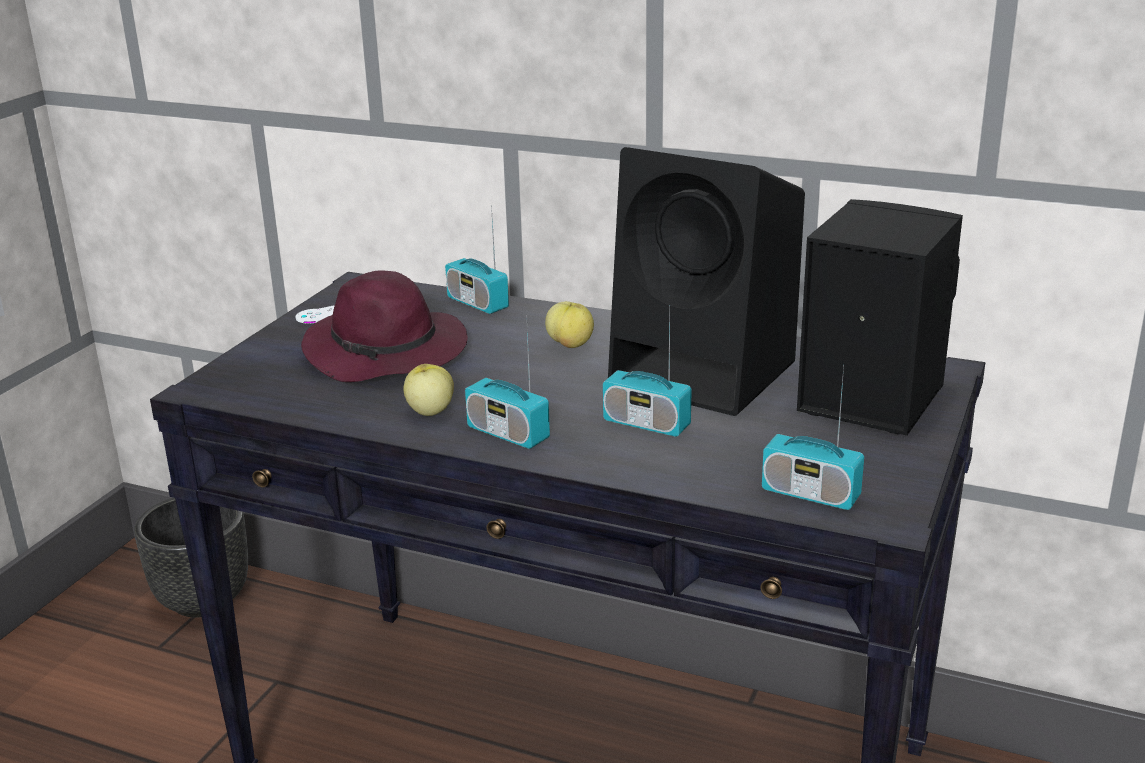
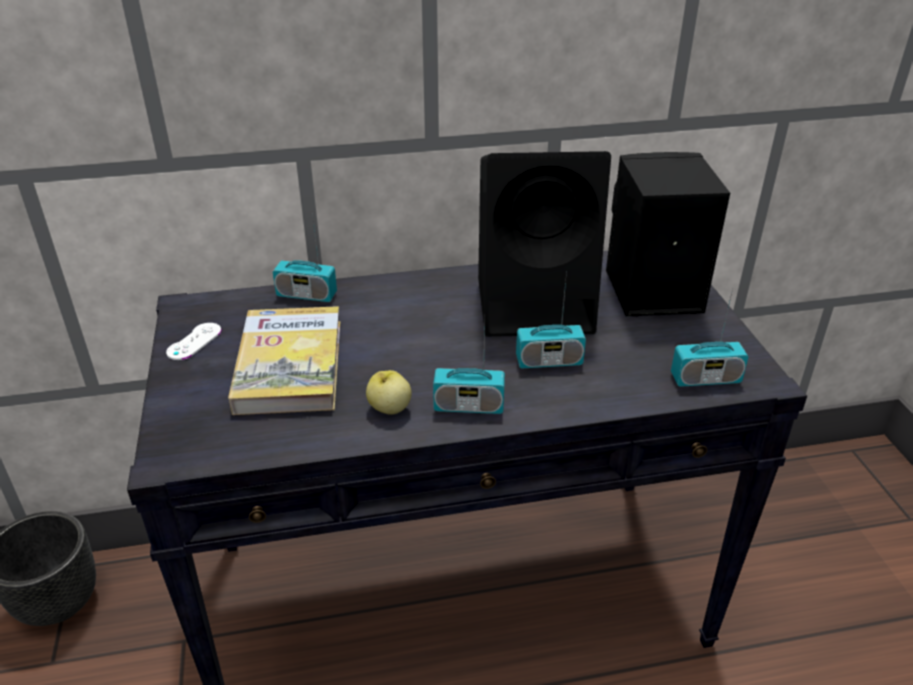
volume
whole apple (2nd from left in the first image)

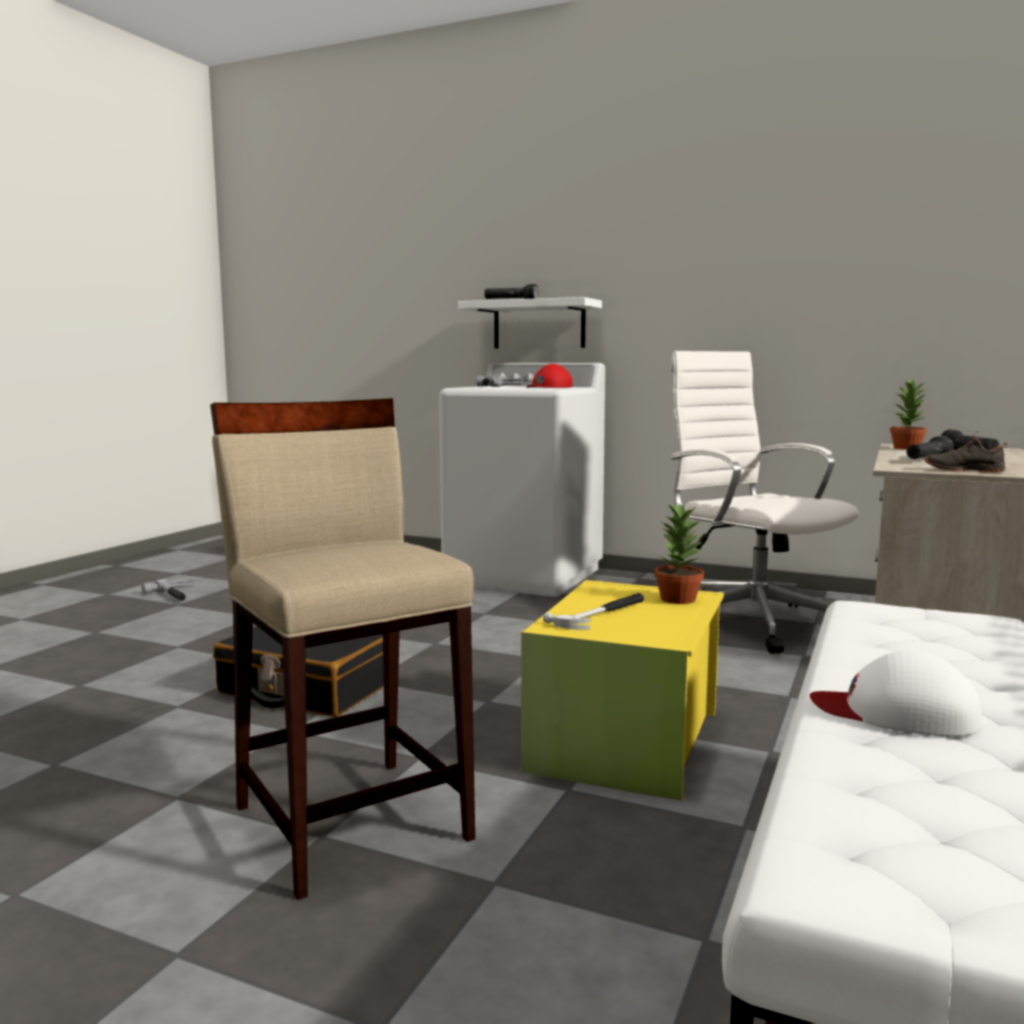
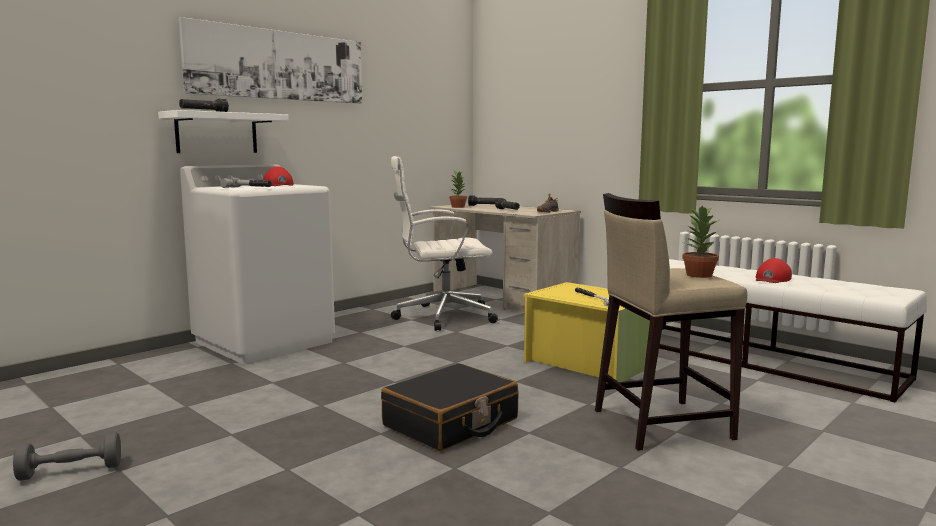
greyish hand weight
potted plant (2nd from left)
red peaked cap (2nd from left)
picture

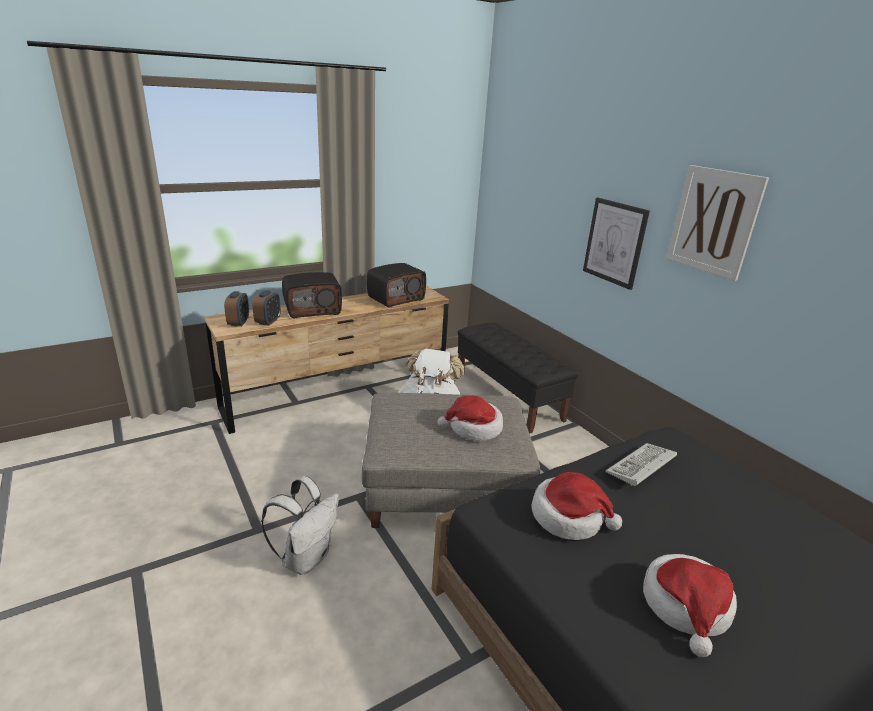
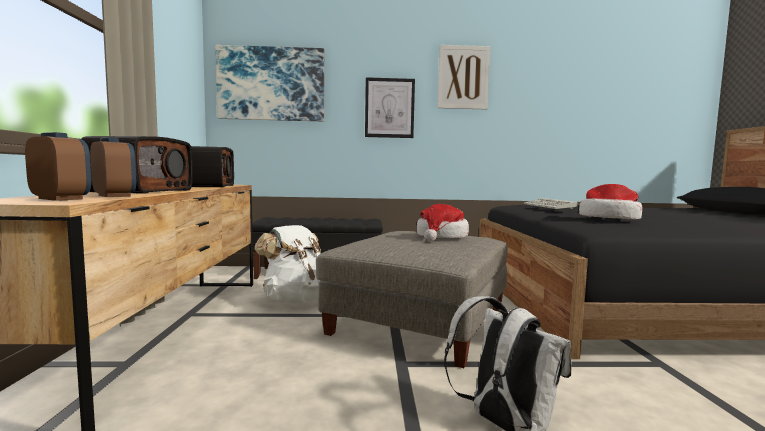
wearable hat (3rd from left in the first image)
picture (1st from left)

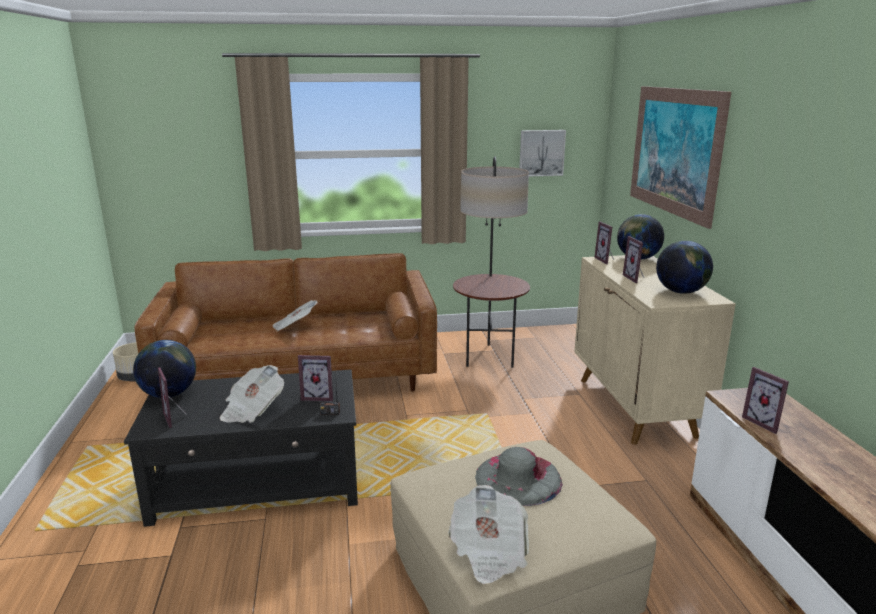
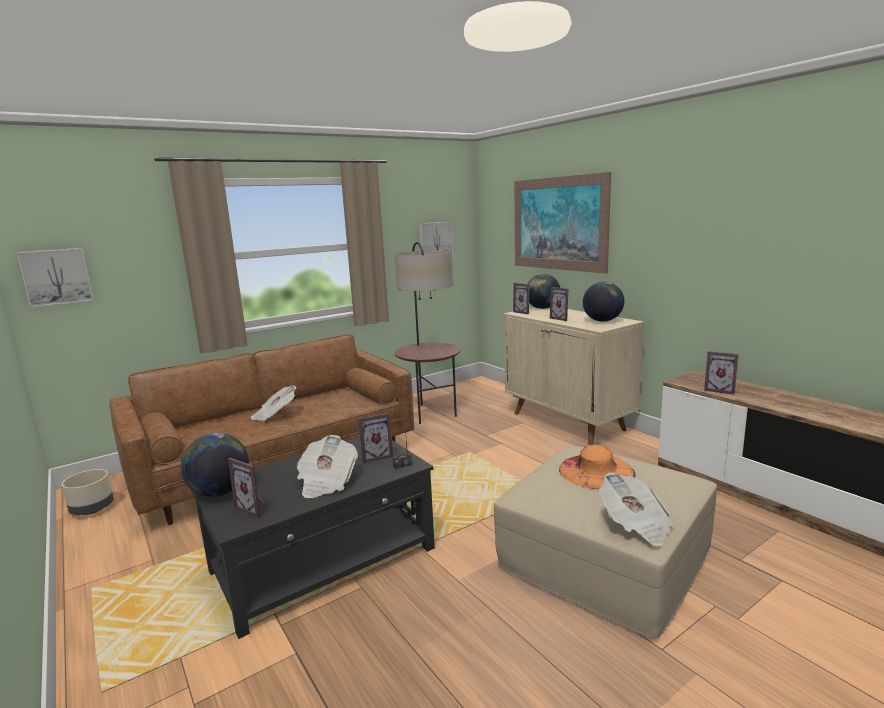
orange wearable hat
picture (1st from left)

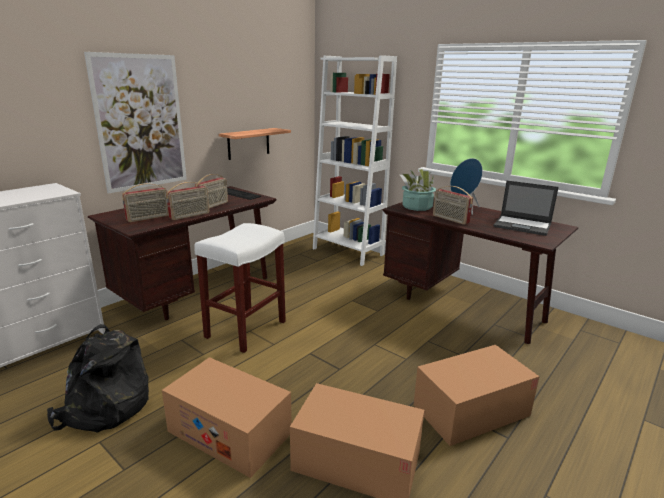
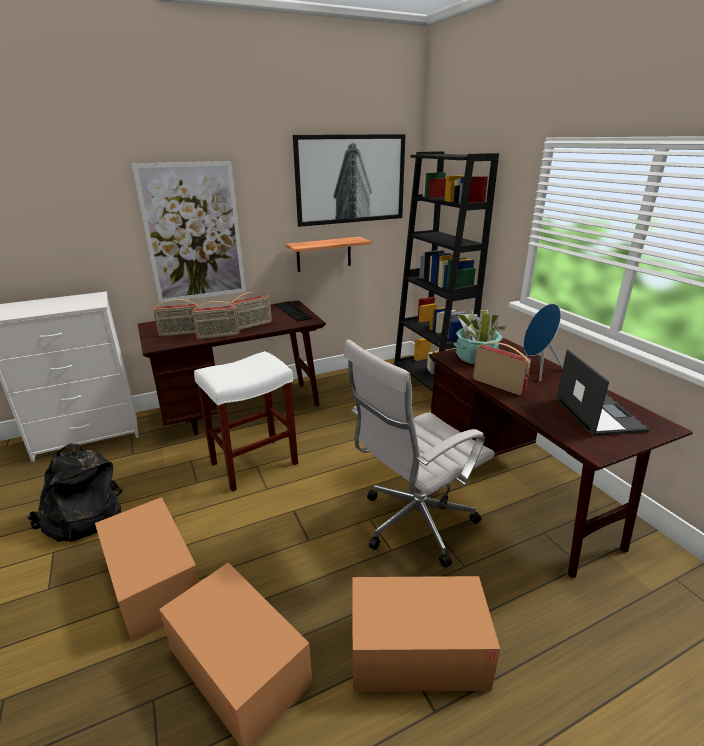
black bookcase
radio (4th from left)
notebook computer
picture (2nd from left)
white desk chair

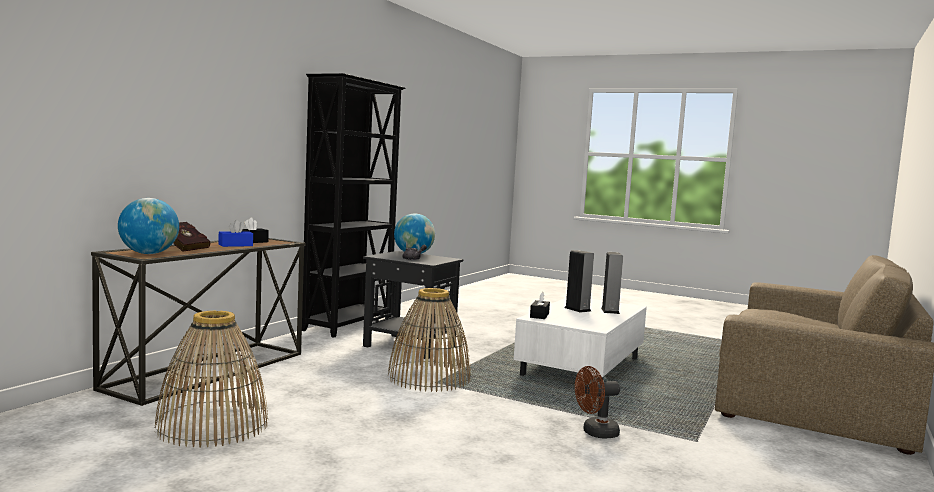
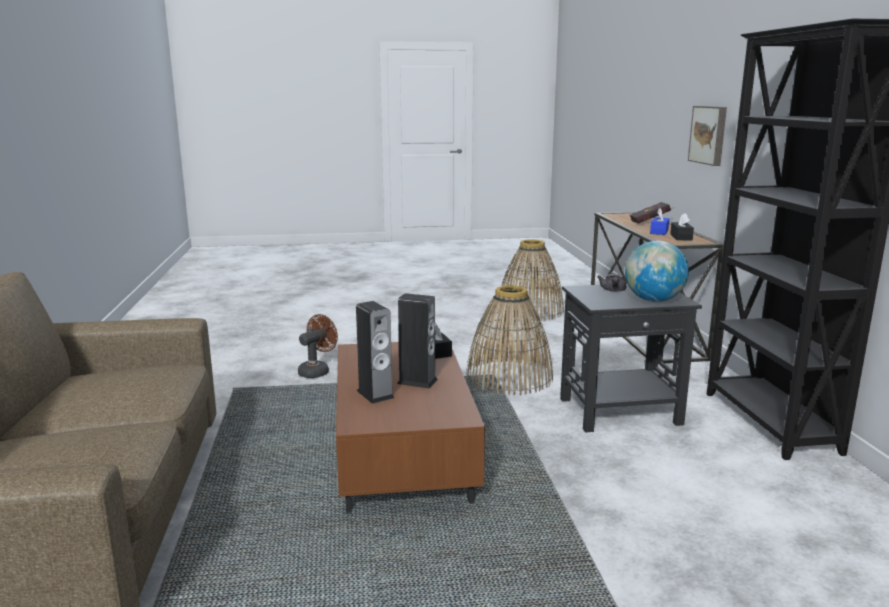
world globe (1st from left in the first image)
brown low table
picture

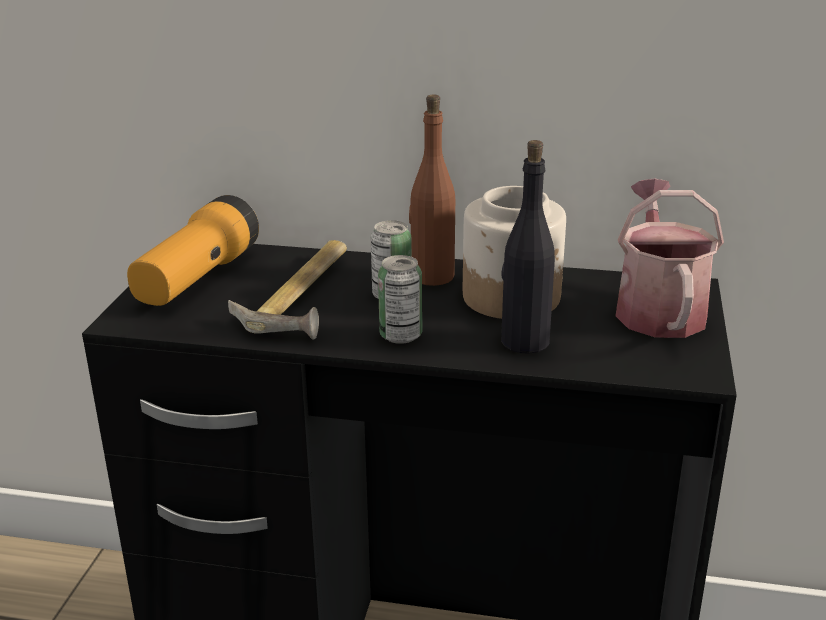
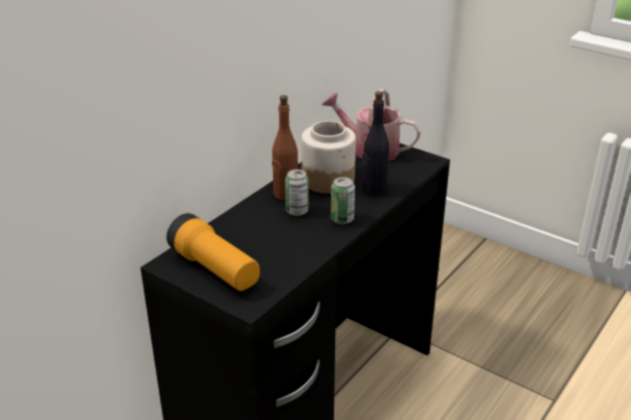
hammer

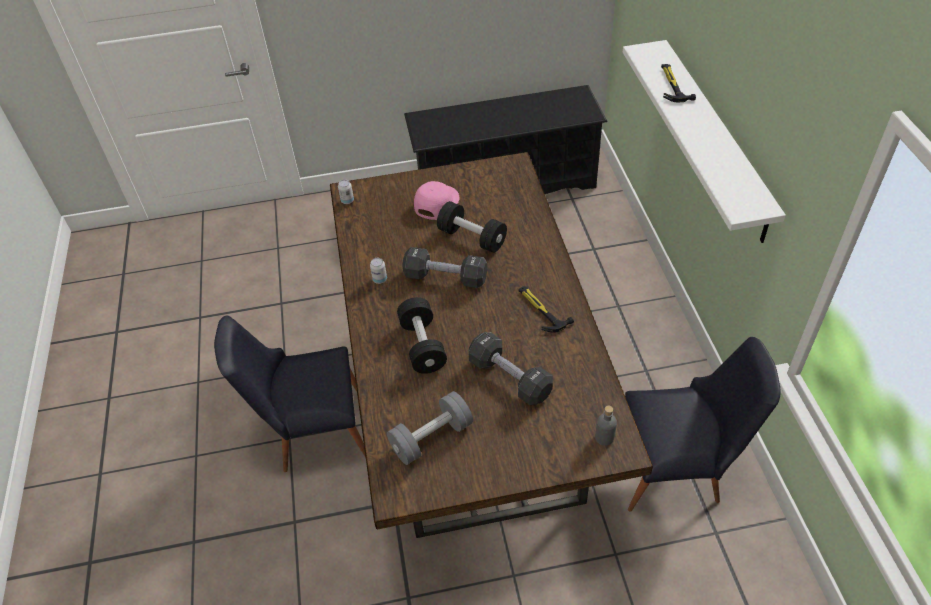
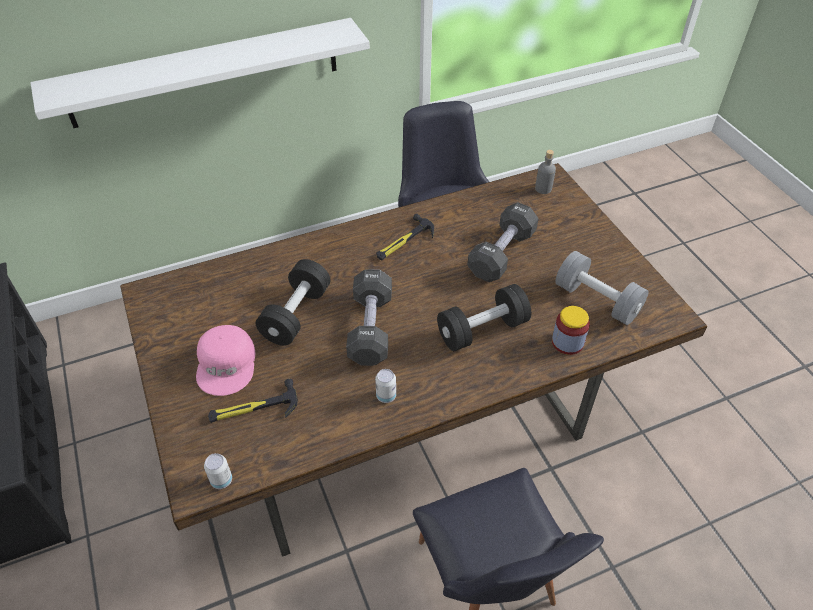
pink peaked cap
hammer (1st from left)
preserve jar

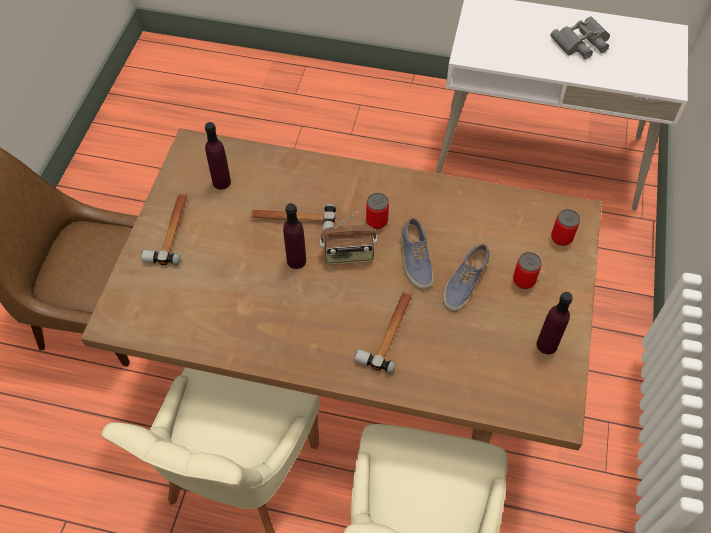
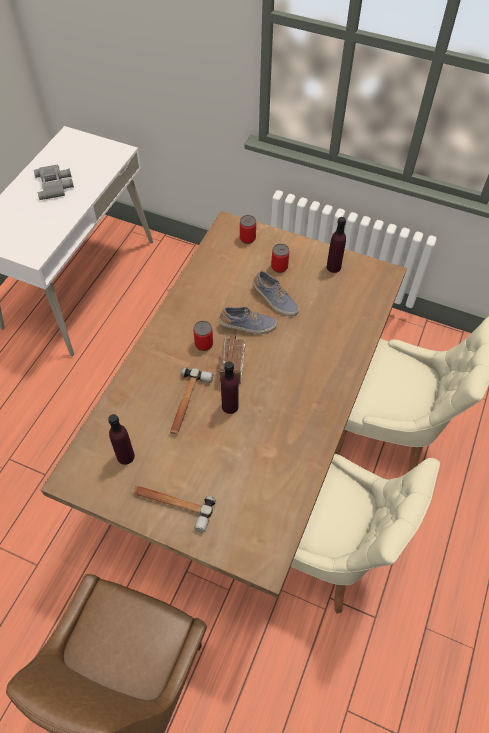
hammer (3rd from left in the first image)

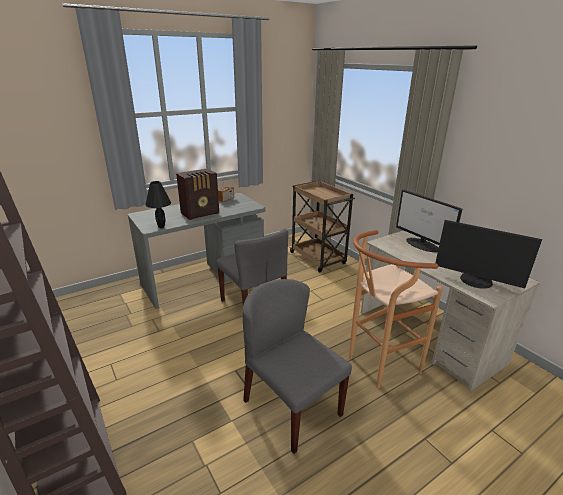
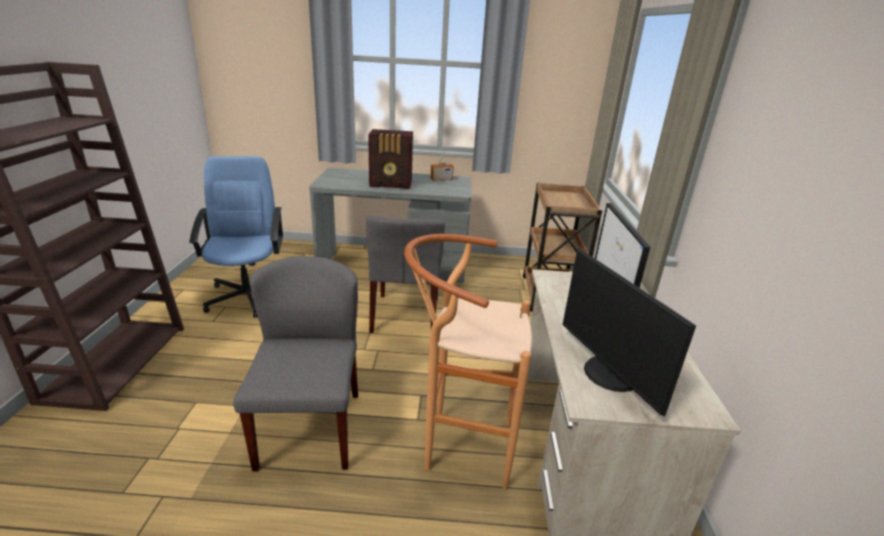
black lamp for a table
bluish desk chair

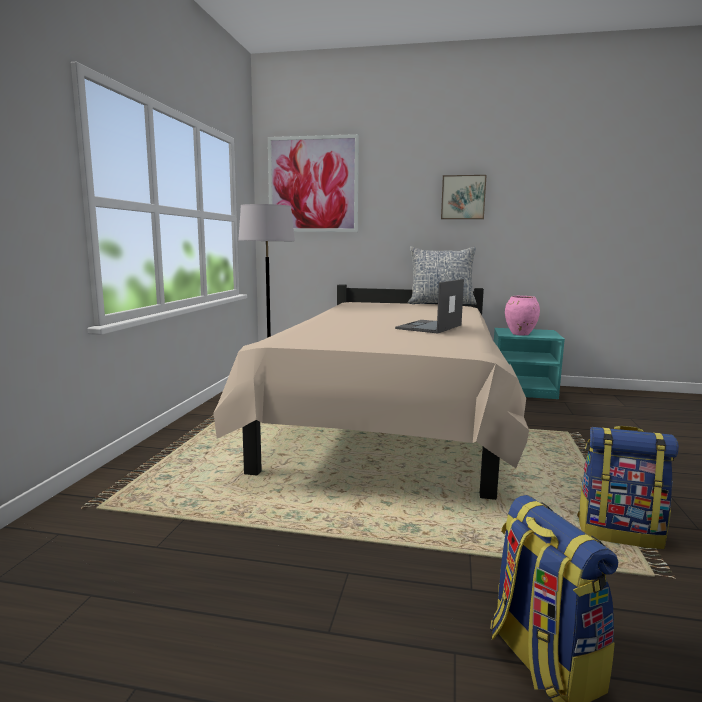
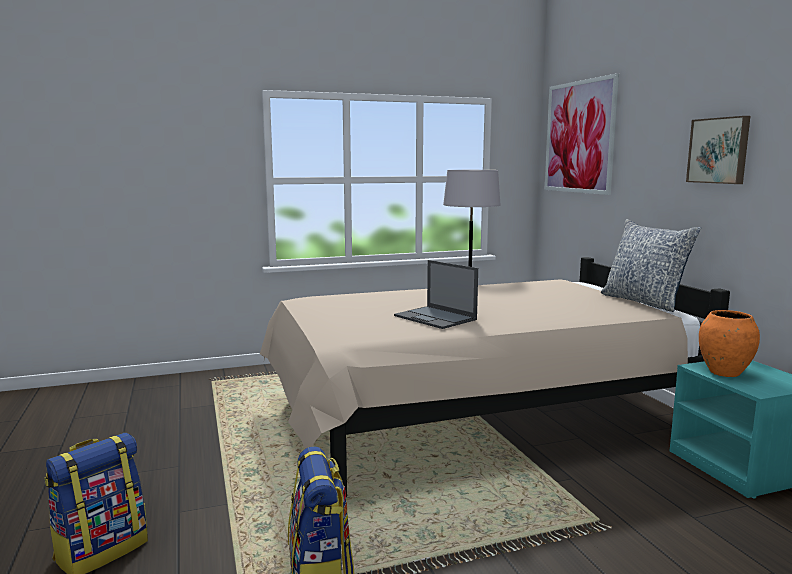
notebook computer
orange decorative vase

